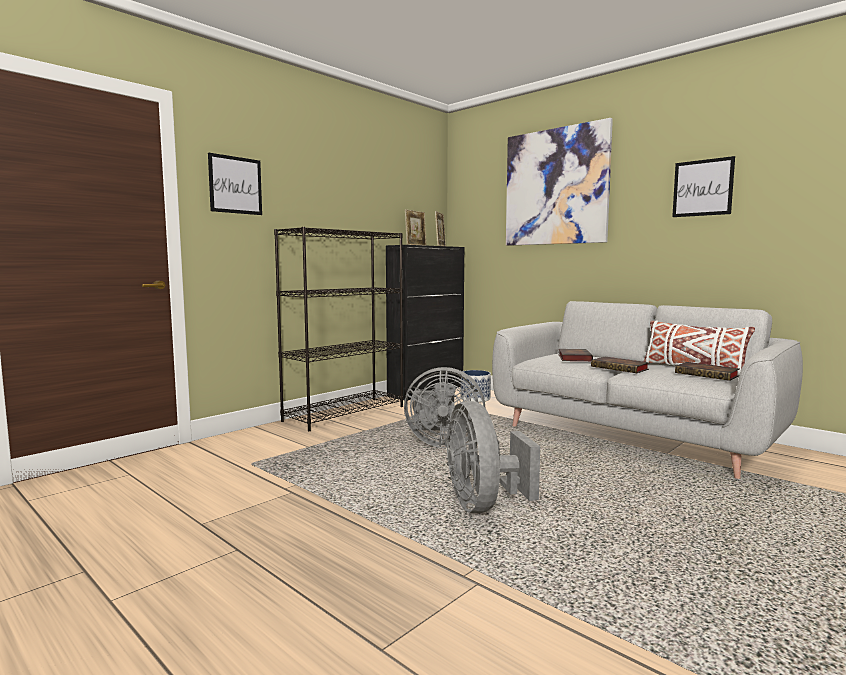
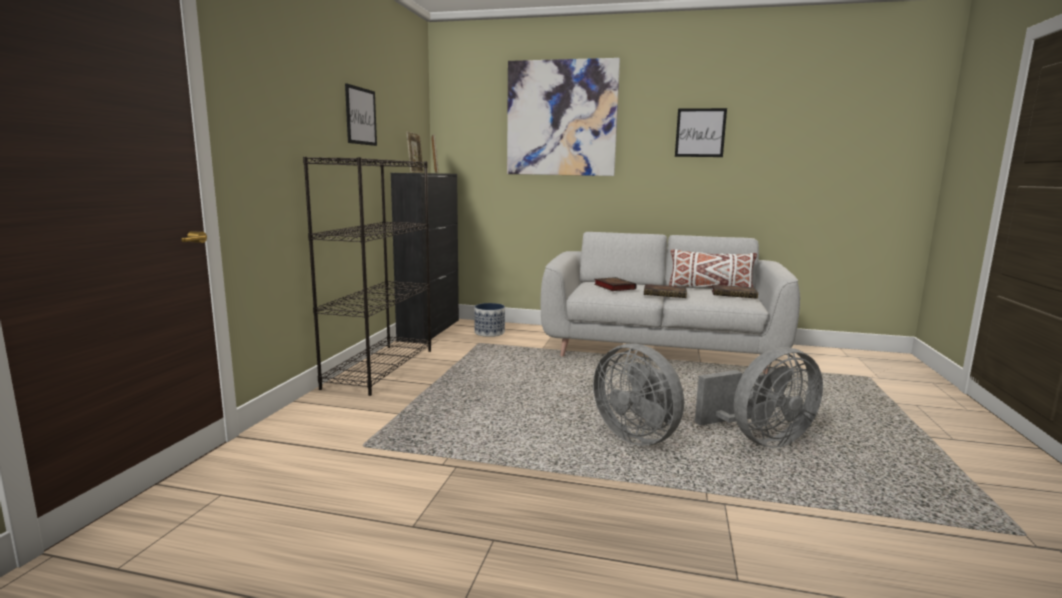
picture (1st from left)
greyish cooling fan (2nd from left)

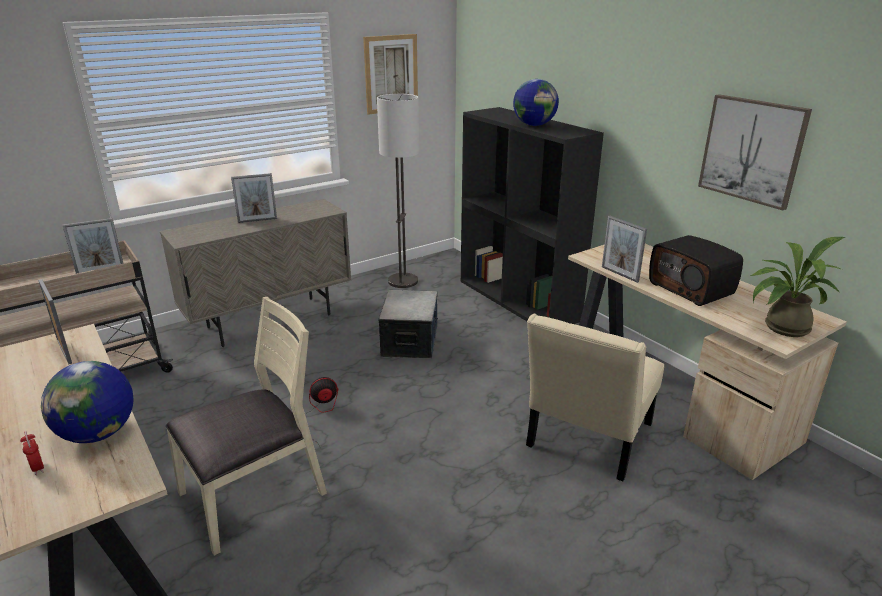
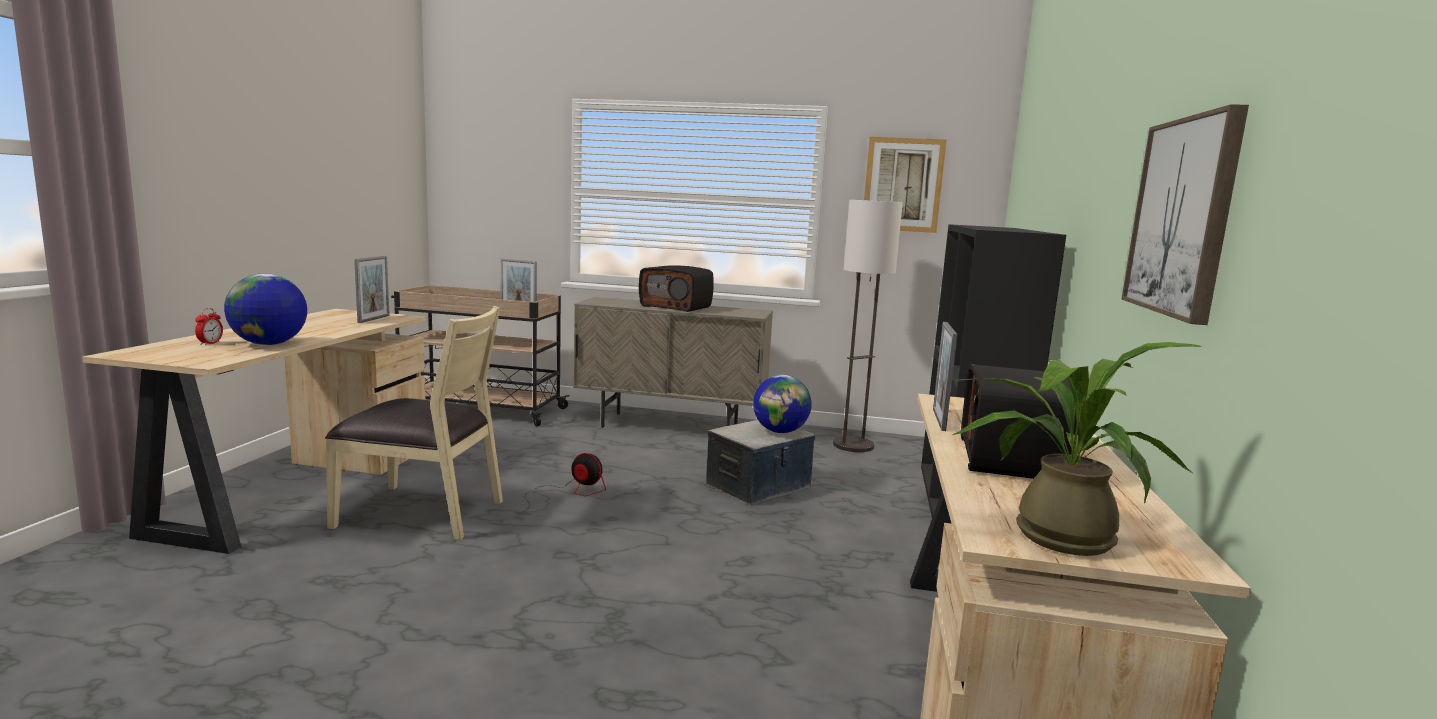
radio (1st from left)
world globe (2nd from left)
beige-coloured chair (2nd from left in the first image)

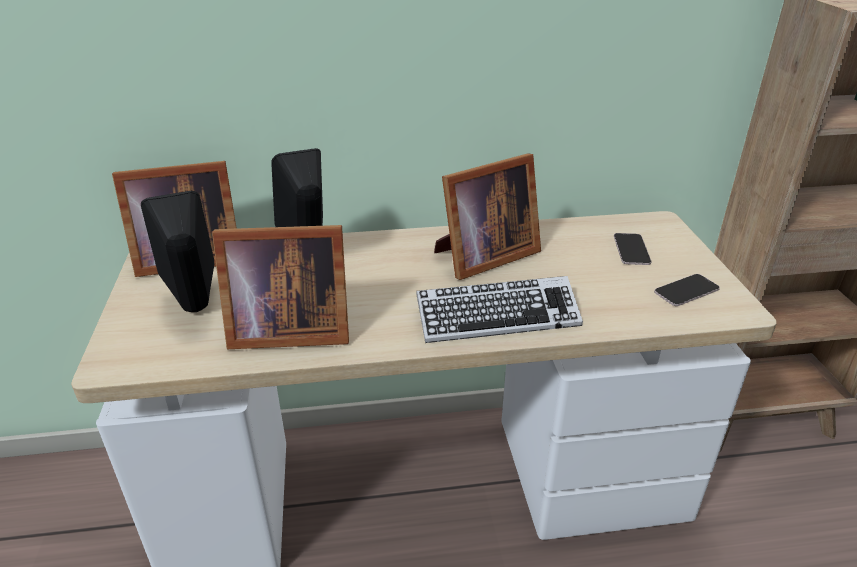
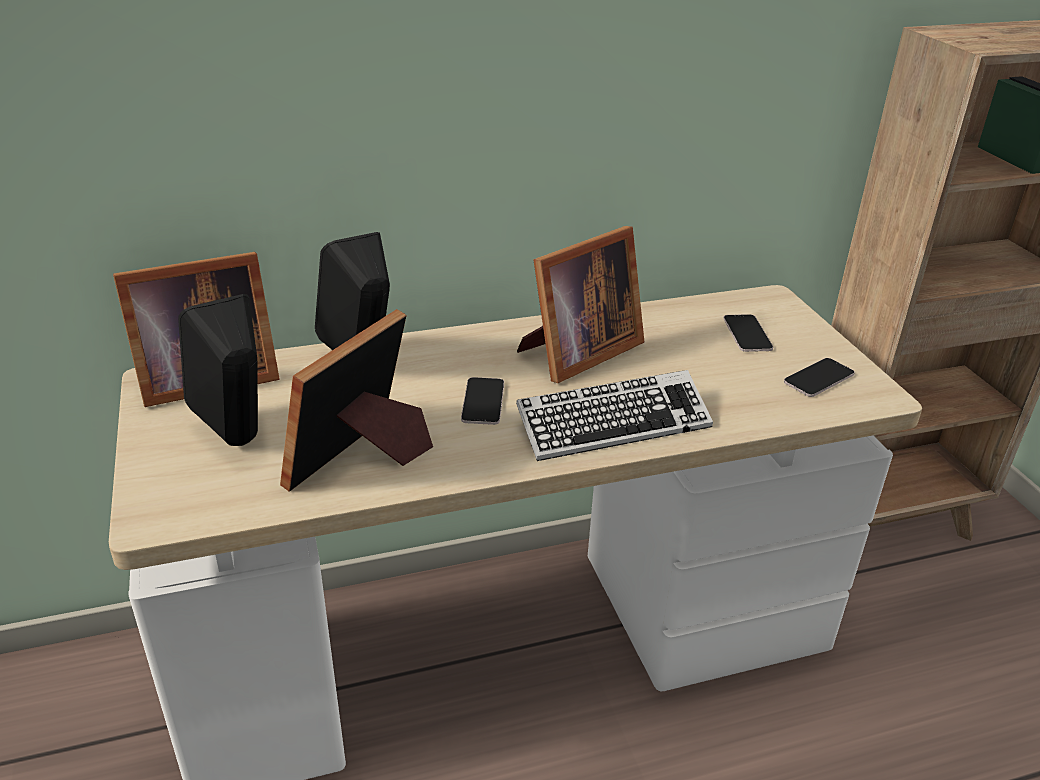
picture frame (2nd from left)
phone (1st from left)

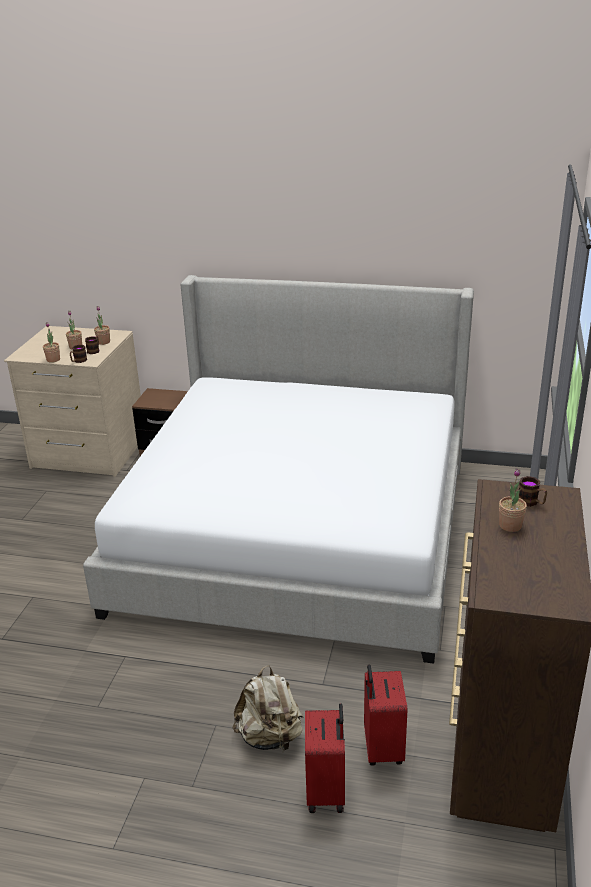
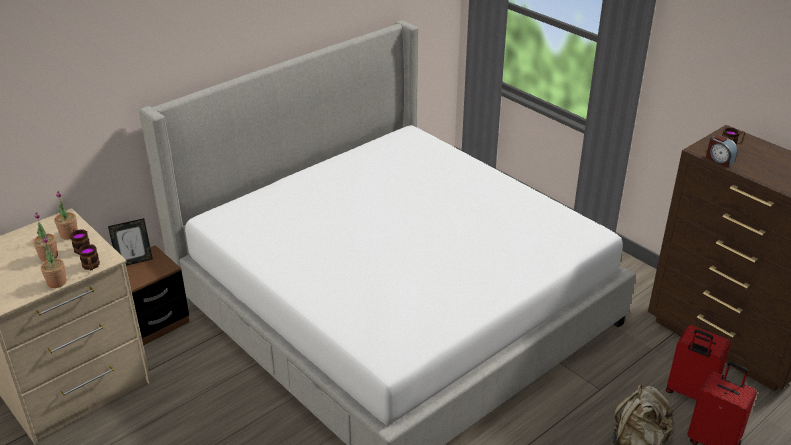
potted plant (4th from left in the first image)
picture frame
table clock

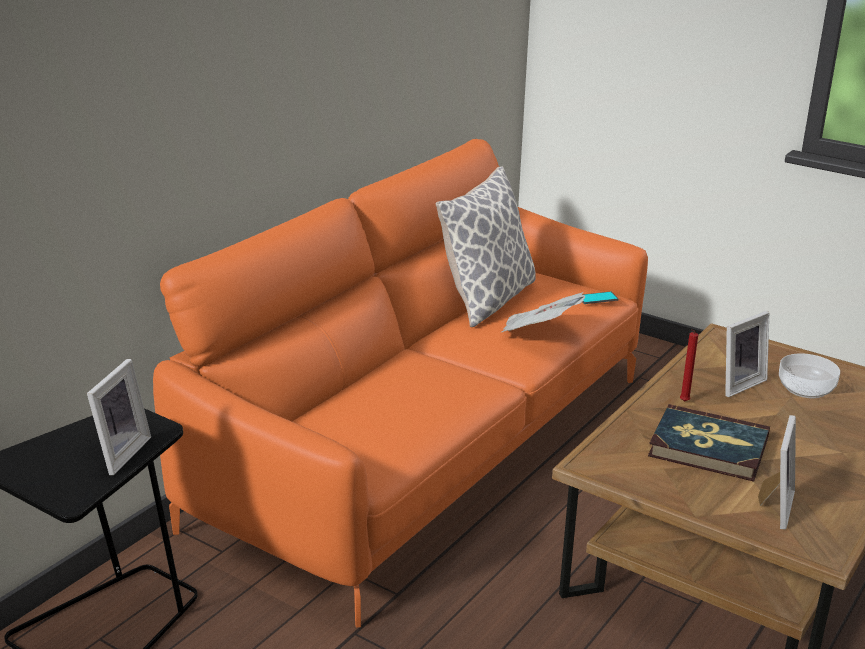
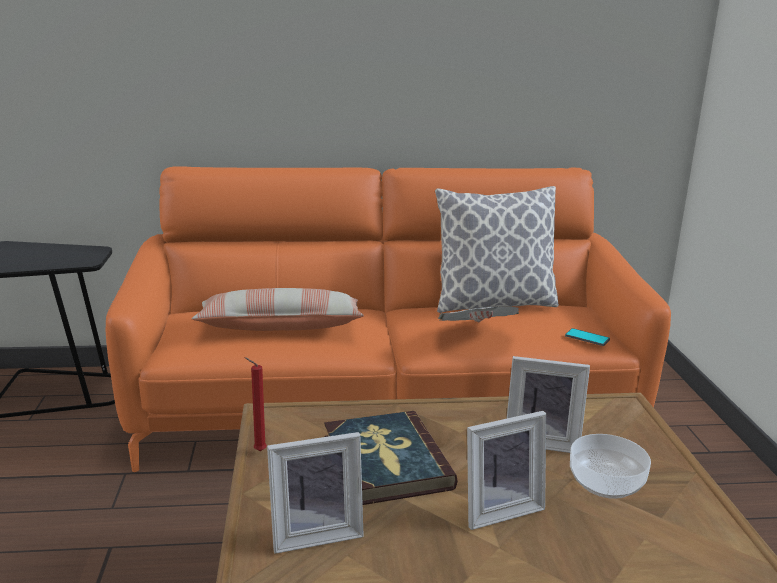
picture frame (2nd from left)
red wax light
cushion (1st from left)

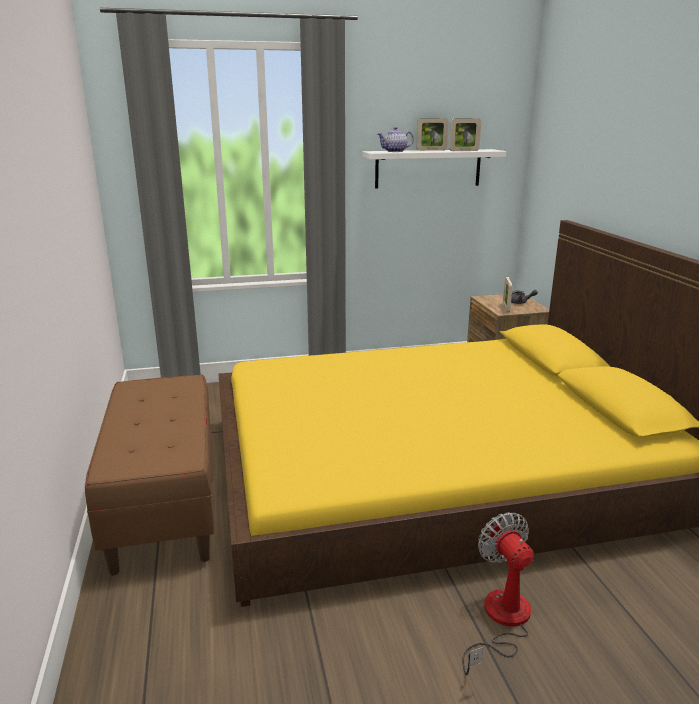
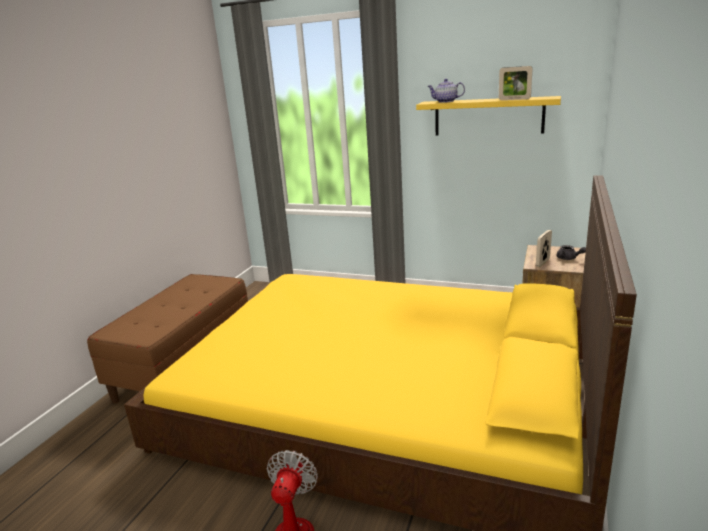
yellowish wall shelf
picture frame (1st from left in the first image)

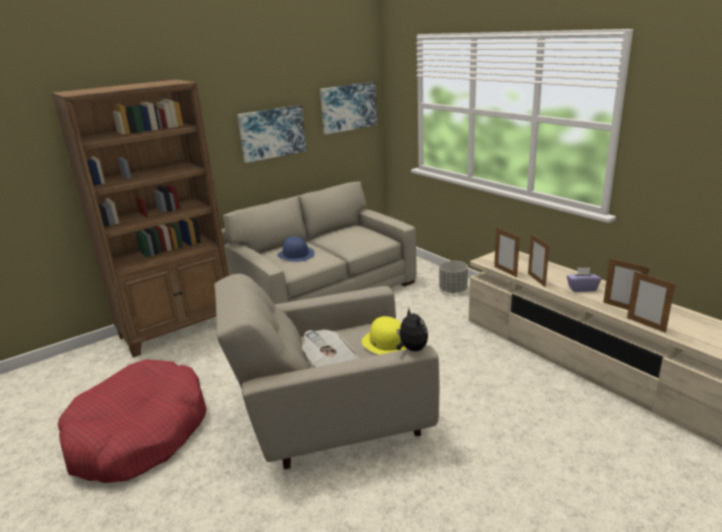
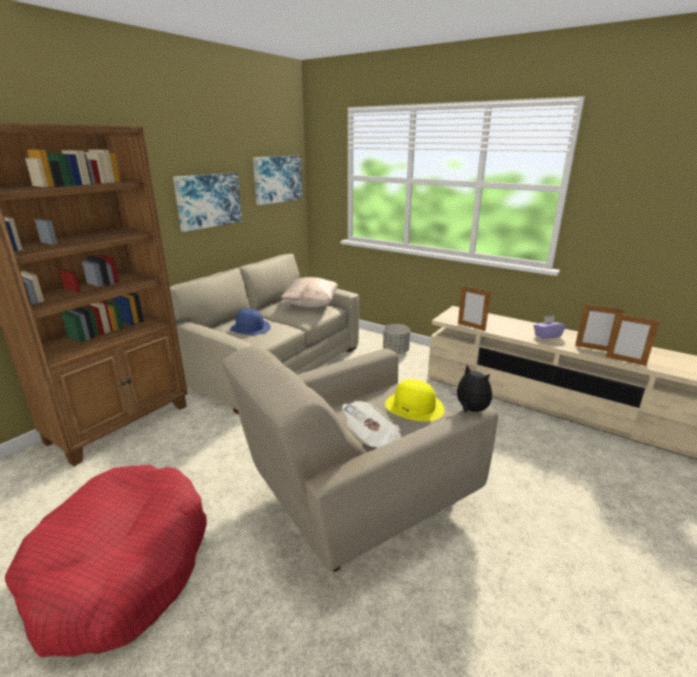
picture frame (2nd from left in the first image)
beige-coloured cushion

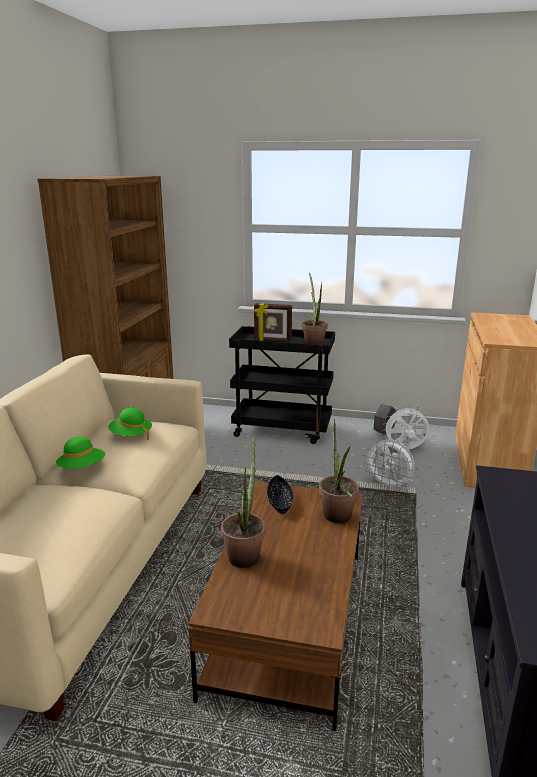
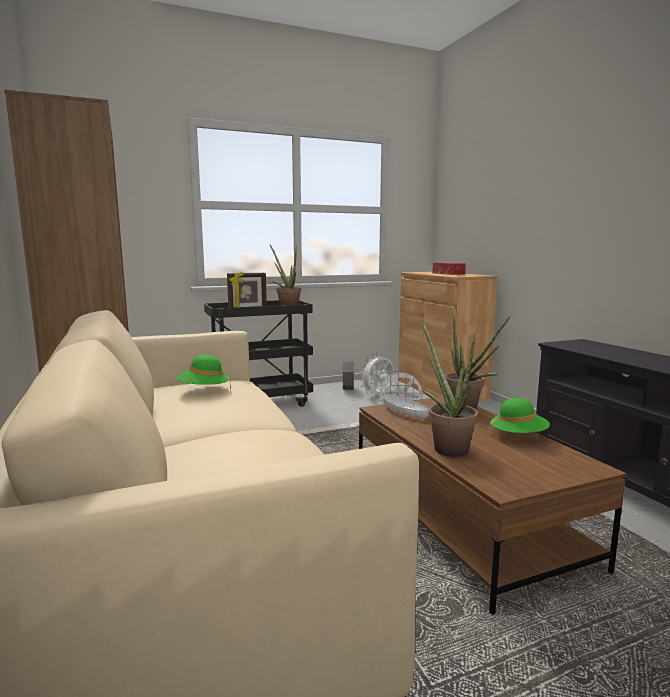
greenish wearable hat (2nd from left)
white bowl
tissue box

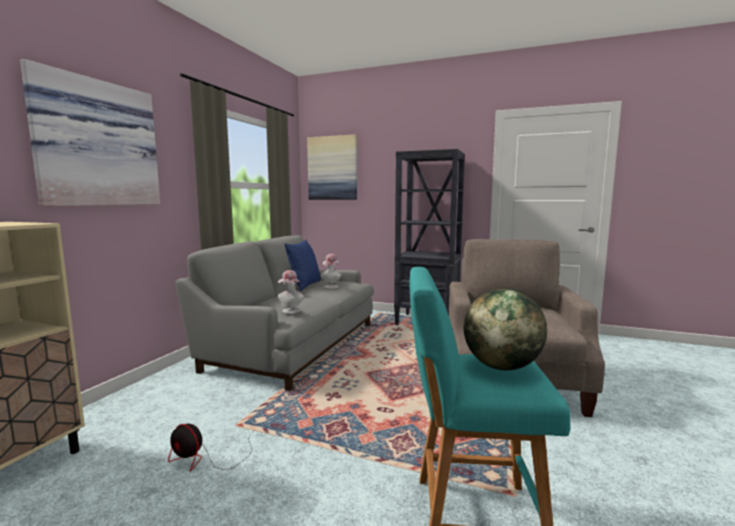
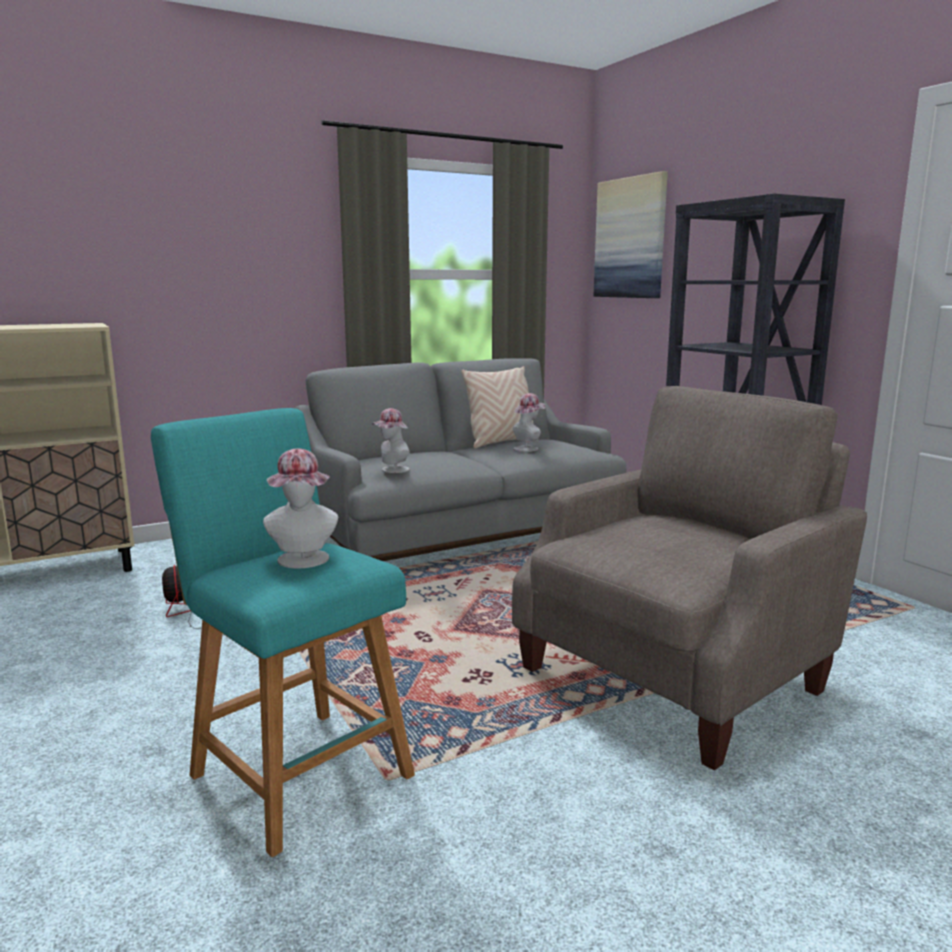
picture (1st from left in the first image)
beige-coloured cushion
wearable hat (1st from left)

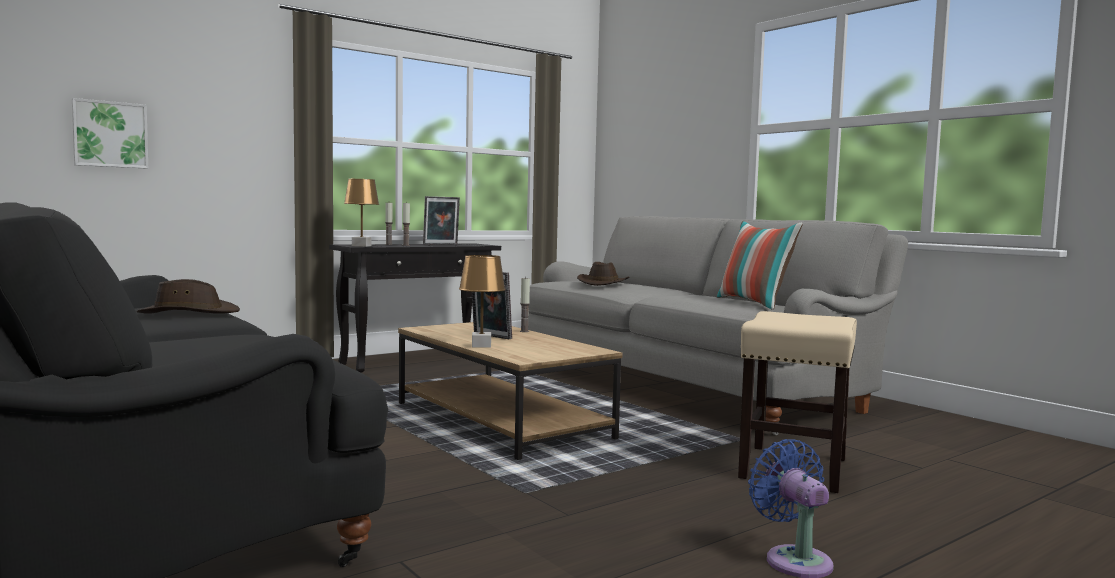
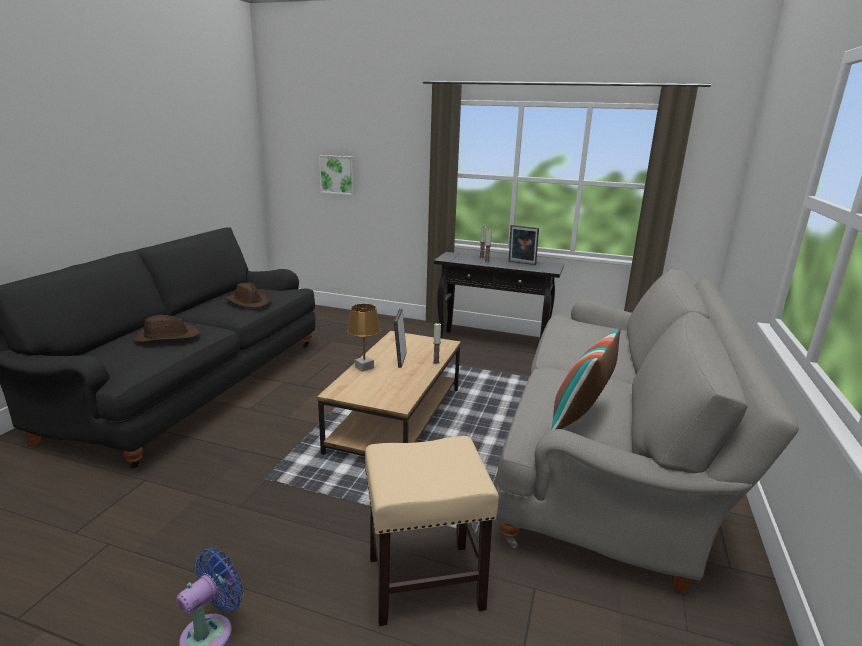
brown lamp for a table (1st from left in the first image)
brown wearable hat (1st from left)

